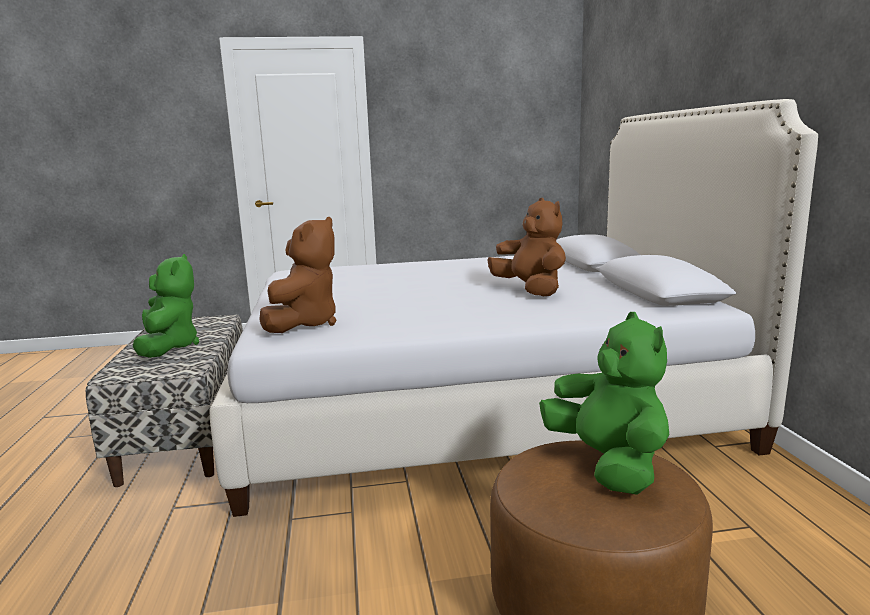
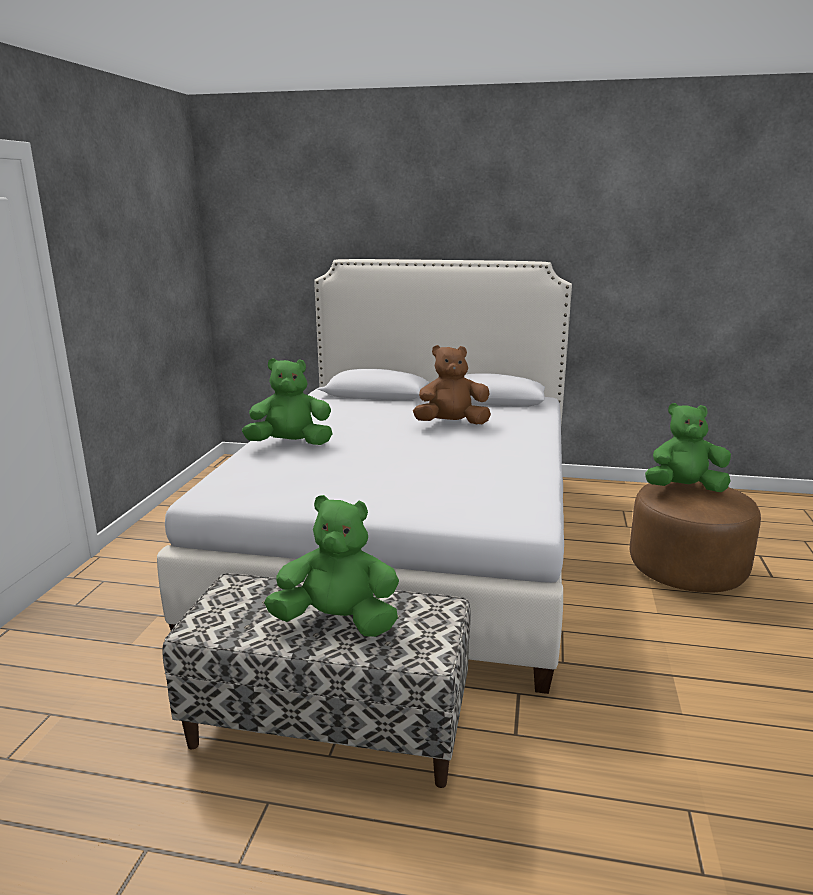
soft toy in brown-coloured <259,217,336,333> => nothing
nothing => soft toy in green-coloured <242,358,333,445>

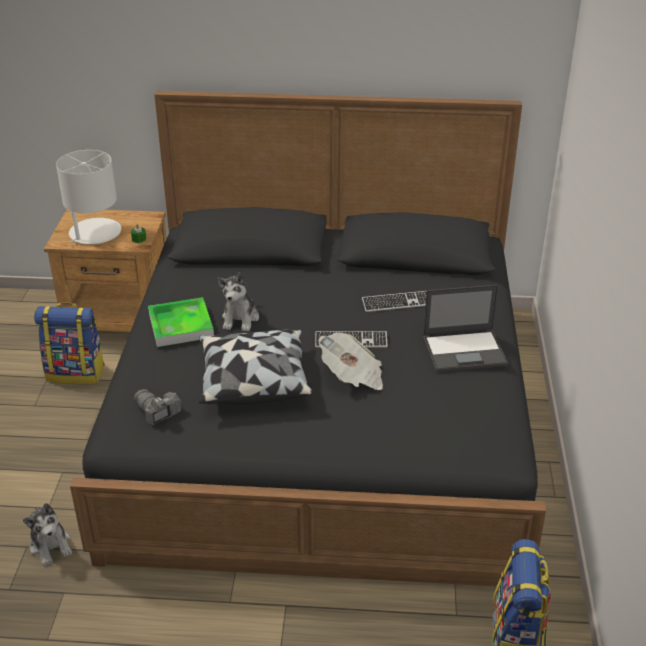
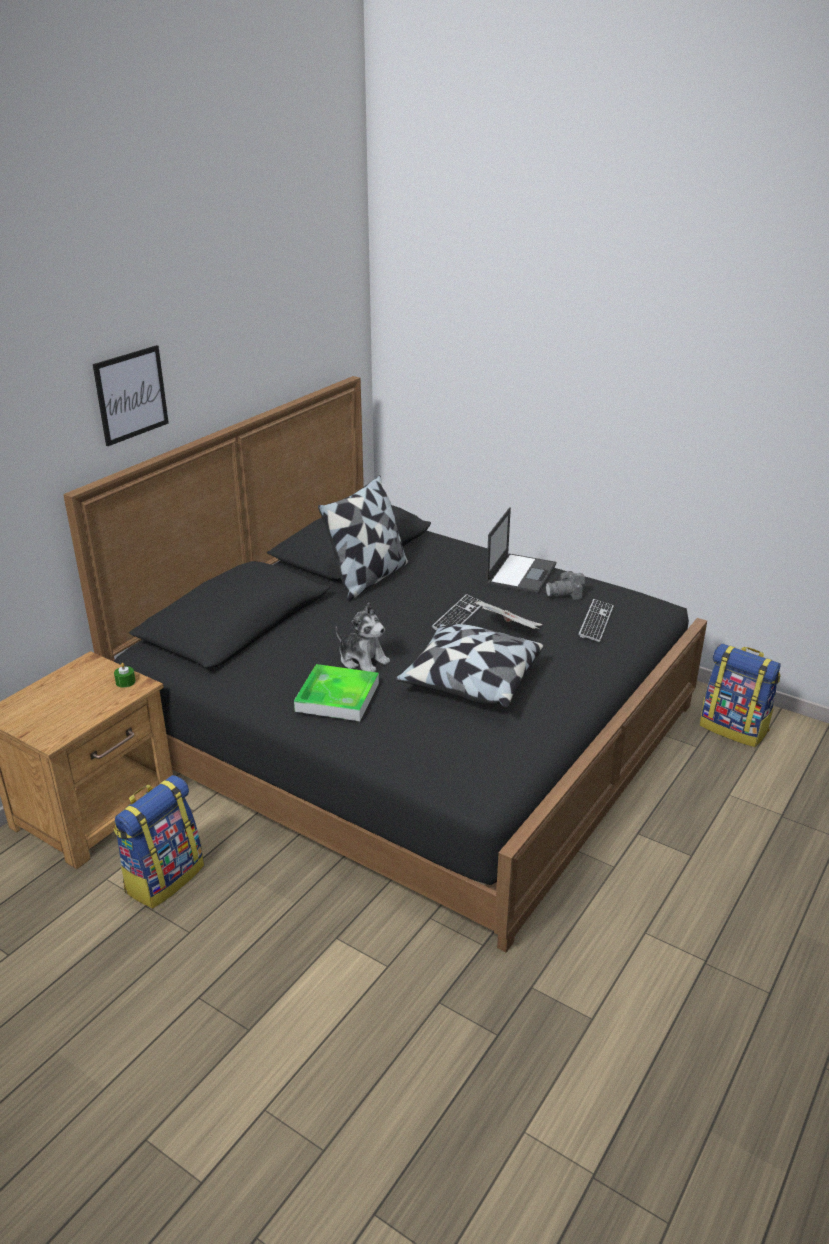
soft toy <23,503,72,566> => nothing
lamp for a table in whitish <56,150,121,244> => nothing
photo camera <134,389,181,425> => photo camera <546,571,585,599>, moved
PC keyboard <362,291,427,312> => PC keyboard <578,599,614,642>, moved
nothing => wall picture <93,345,169,446>
nothing => throw pillow <318,475,408,601>

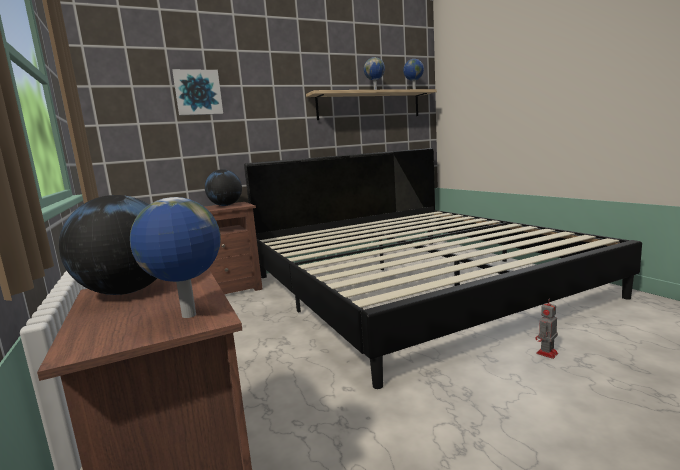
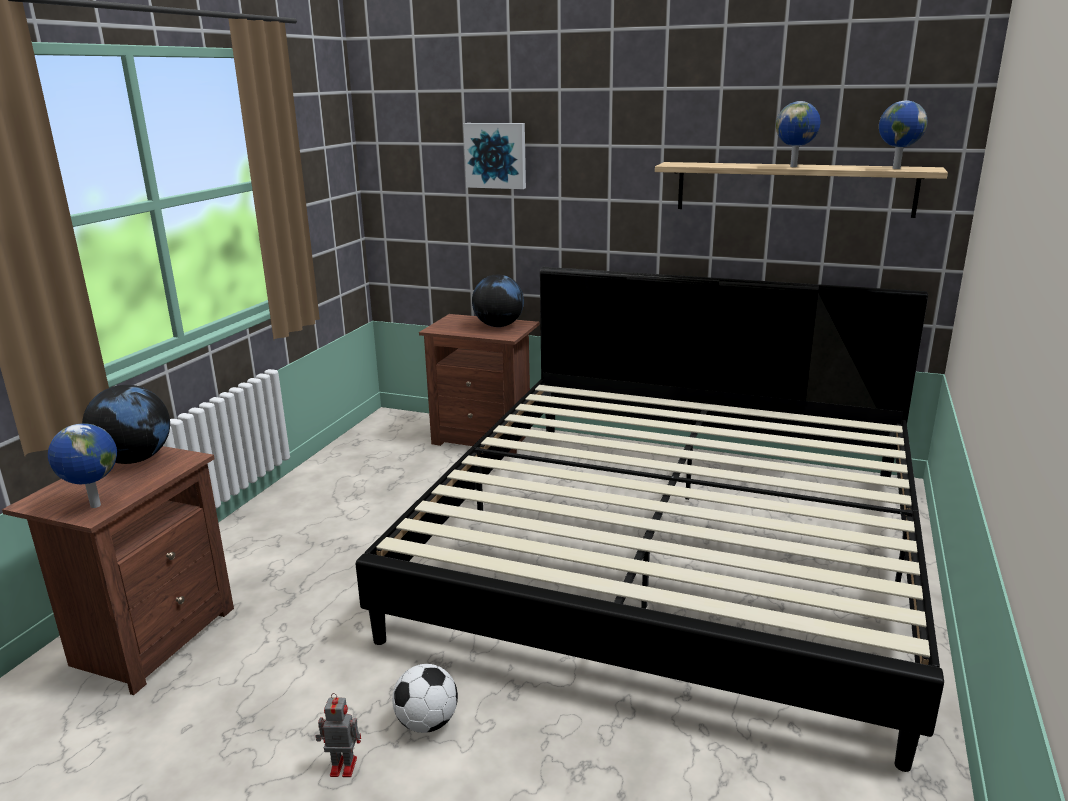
toy robot <536,298,558,359> => toy robot <315,693,361,777>, moved
nothing => ball for football <392,664,458,733>

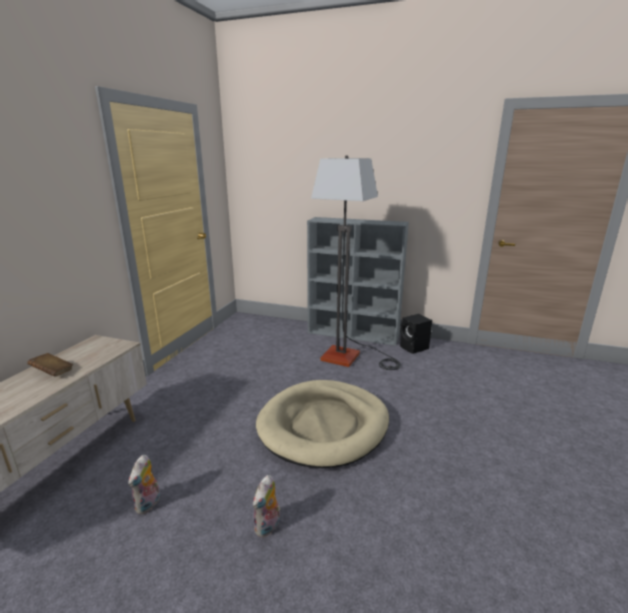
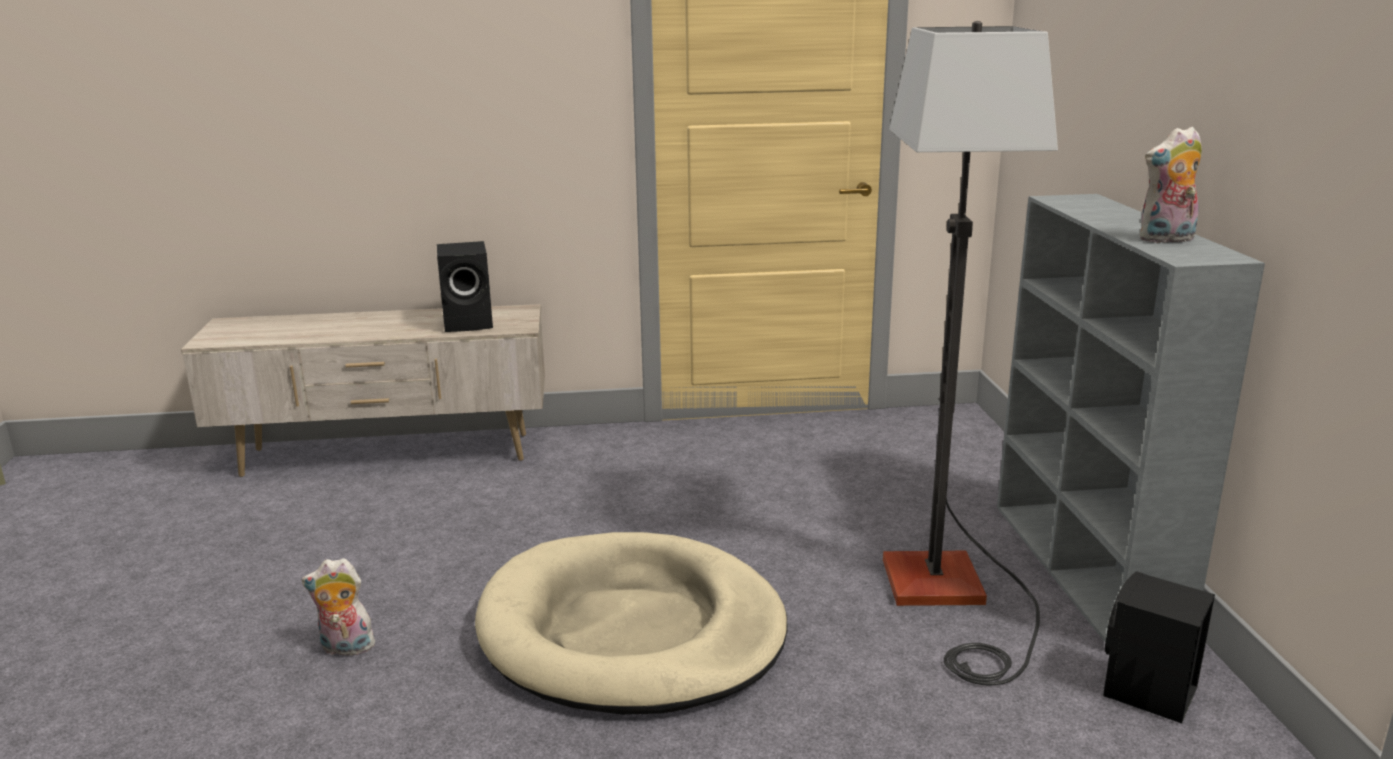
bound book in brown-coloured <27,353,73,377> => nothing
soft toy <128,455,160,514> => soft toy <1140,127,1202,243>, moved
nothing => audio speaker in black-coloured <437,241,493,332>

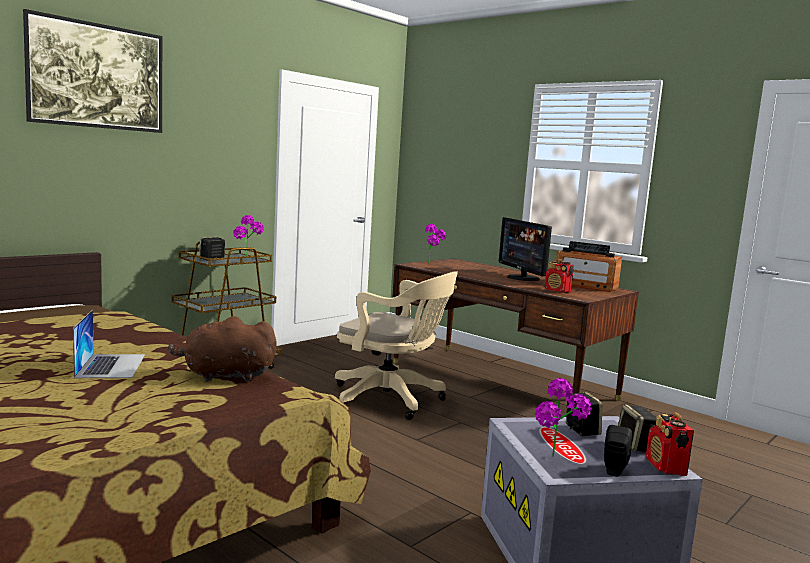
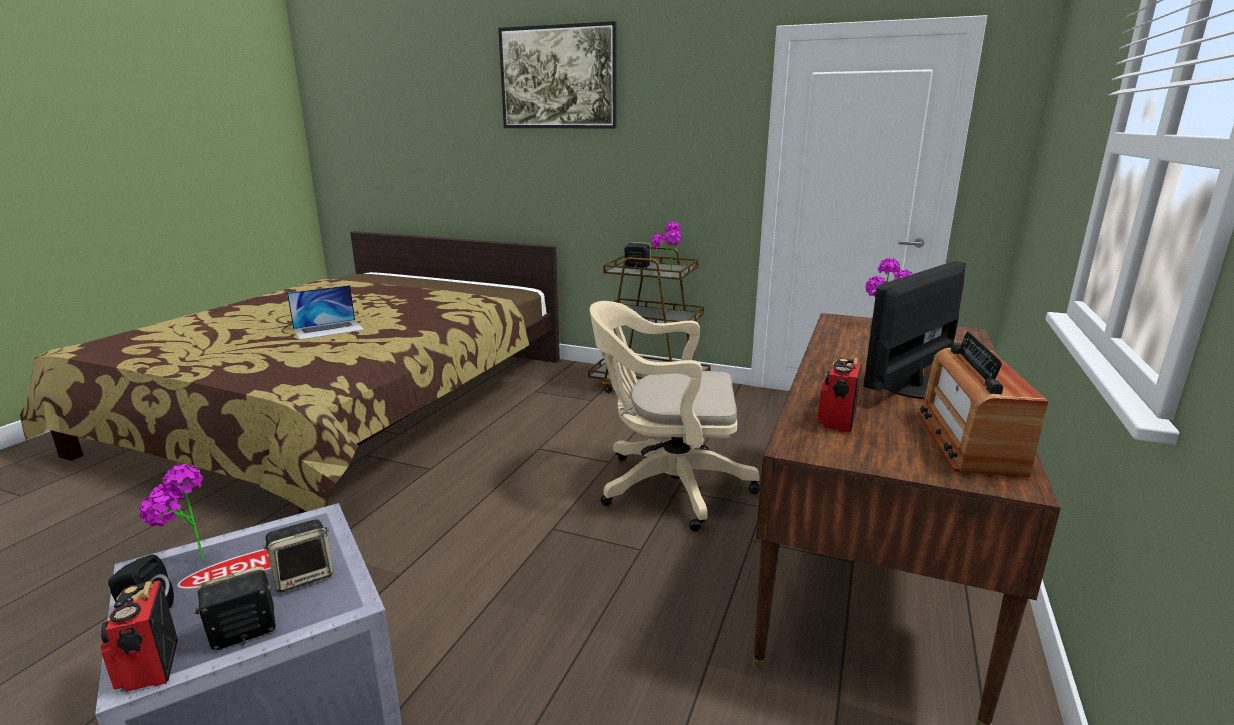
soft toy in brown-coloured <168,316,277,382> => nothing
computer chair in beige <335,271,458,420> => computer chair in beige <590,301,760,532>, 90 degrees clockwise
radio <646,412,694,476> => radio <100,580,178,692>, 90 degrees counterclockwise

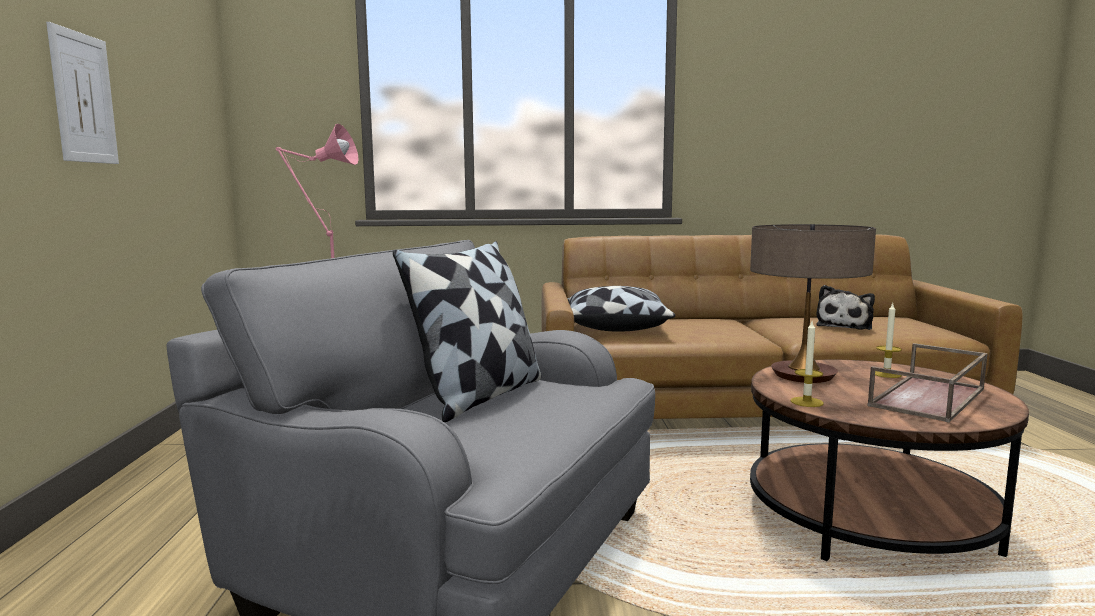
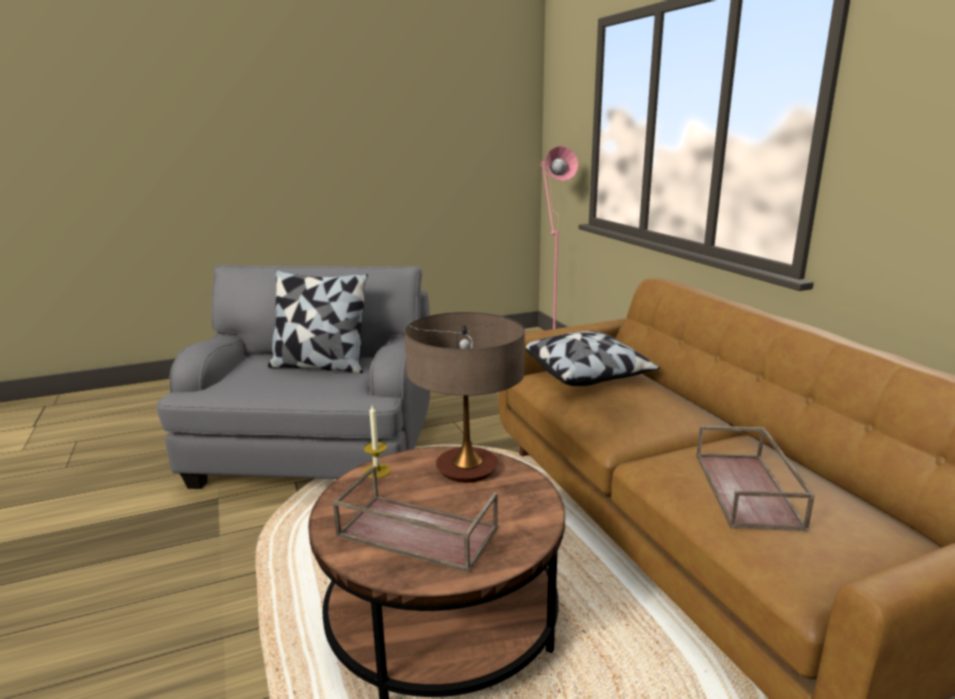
wall picture <46,22,119,164> => nothing
soft toy <816,285,875,330> => serving tray in brown-coloured <696,426,815,532>
candle <875,303,902,378> => nothing

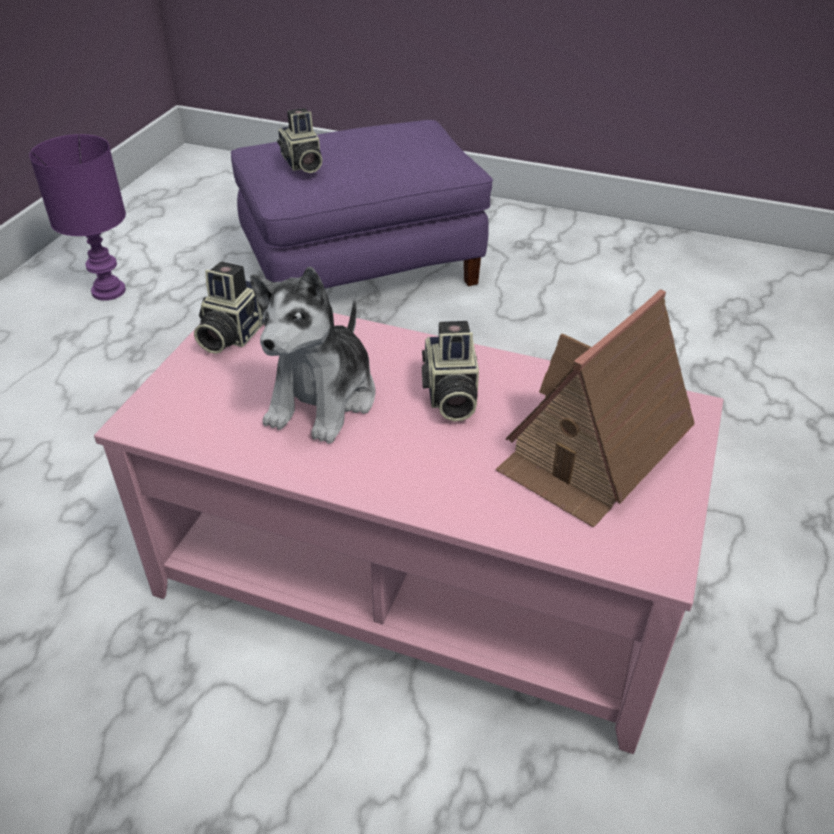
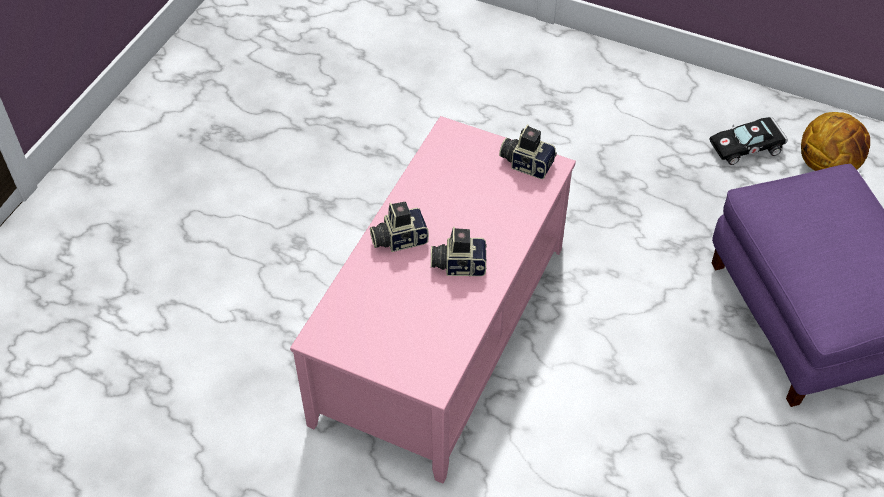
lamp for a table in purple <29,134,126,301> => toy car in black-coloured <709,117,788,165>
soft toy <250,267,376,444> => nothing
photo camera <277,108,323,173> => photo camera <370,202,429,252>, moved
model house <495,289,695,527> => nothing
nothing => basketball ball <801,112,870,171>

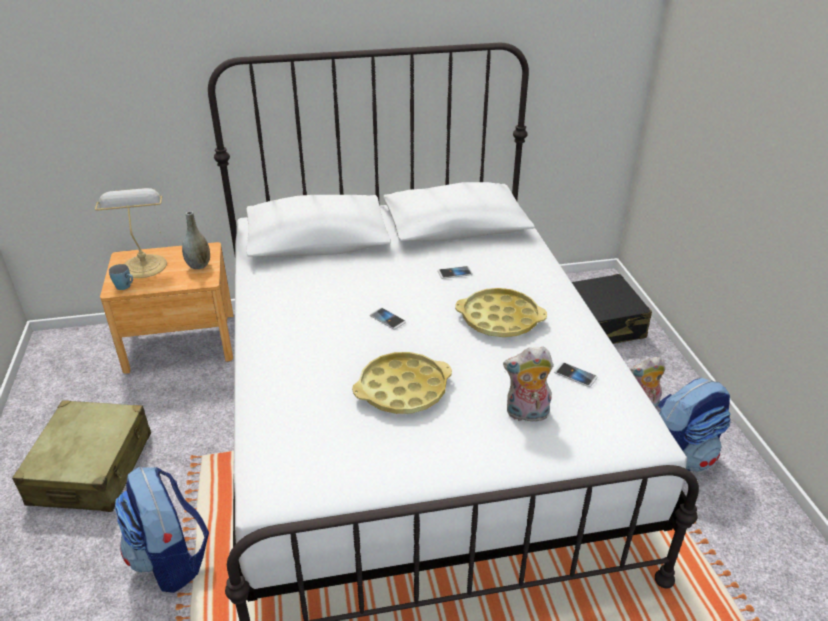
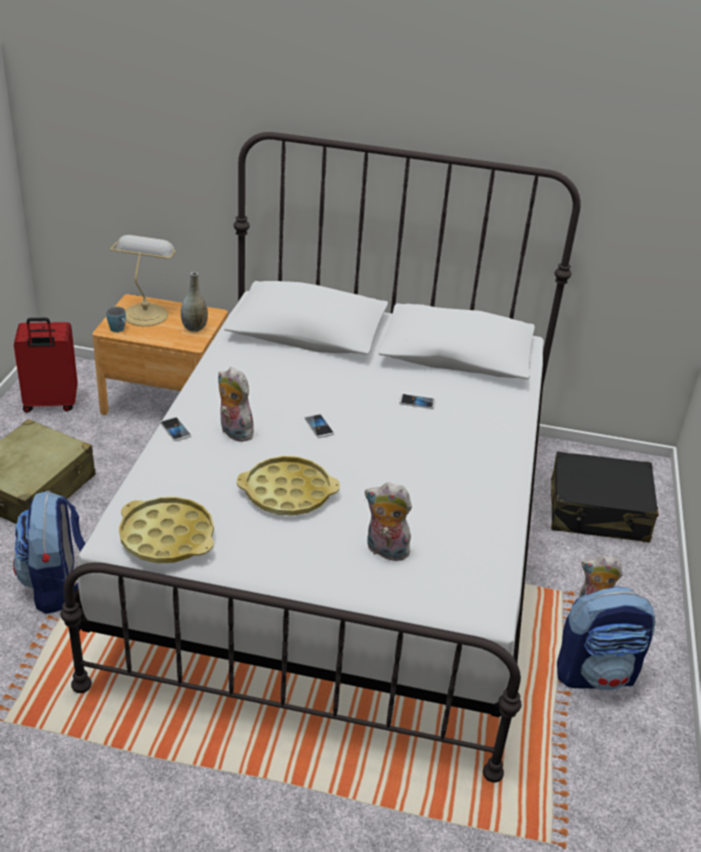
serving tray in yellow-coloured <455,288,547,337> => serving tray in yellow-coloured <119,497,214,563>, moved
phone <554,362,598,387> => phone <160,417,191,441>, moved
nothing => suitcase in red-coloured <14,318,78,413>
nothing => soft toy <218,367,256,442>

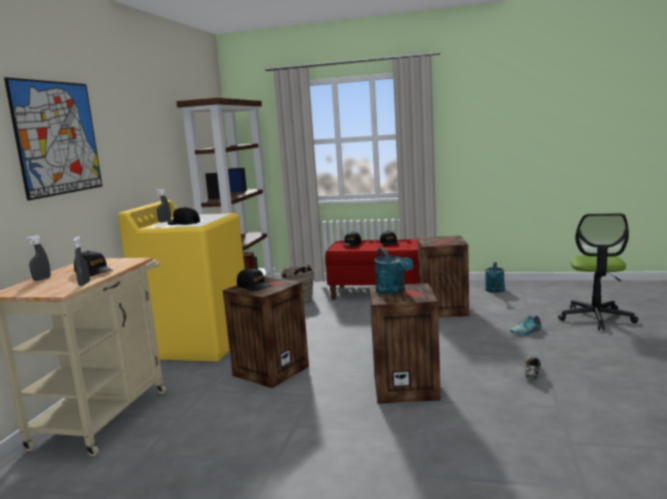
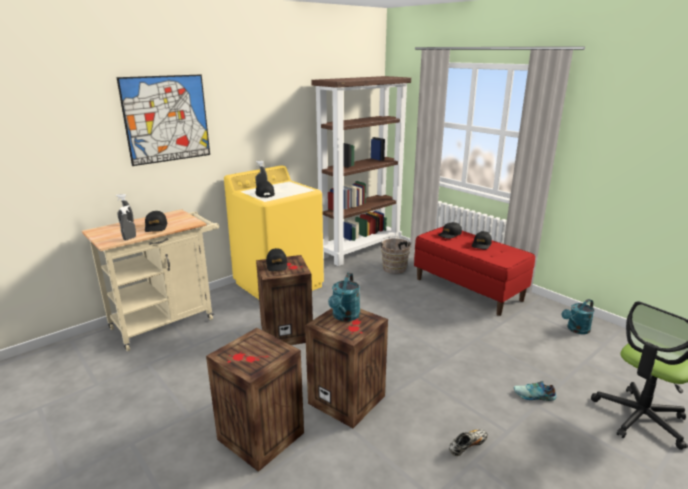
packing crate <418,235,469,318> => packing crate <206,328,304,472>, moved

